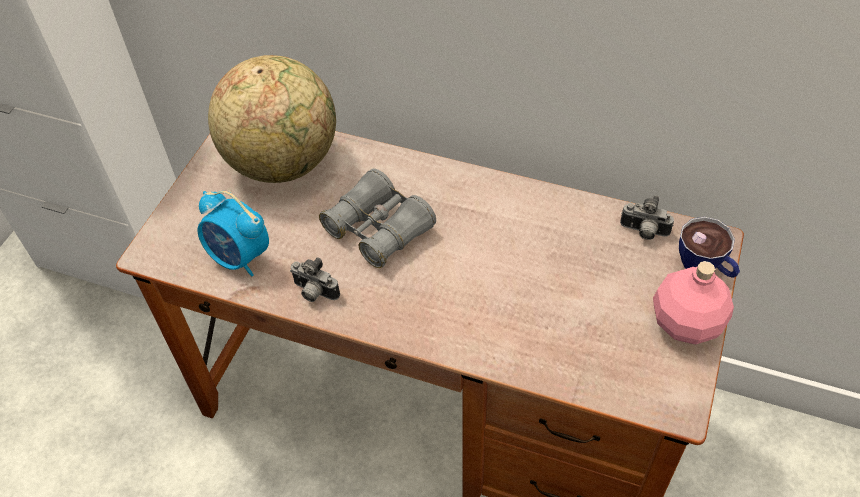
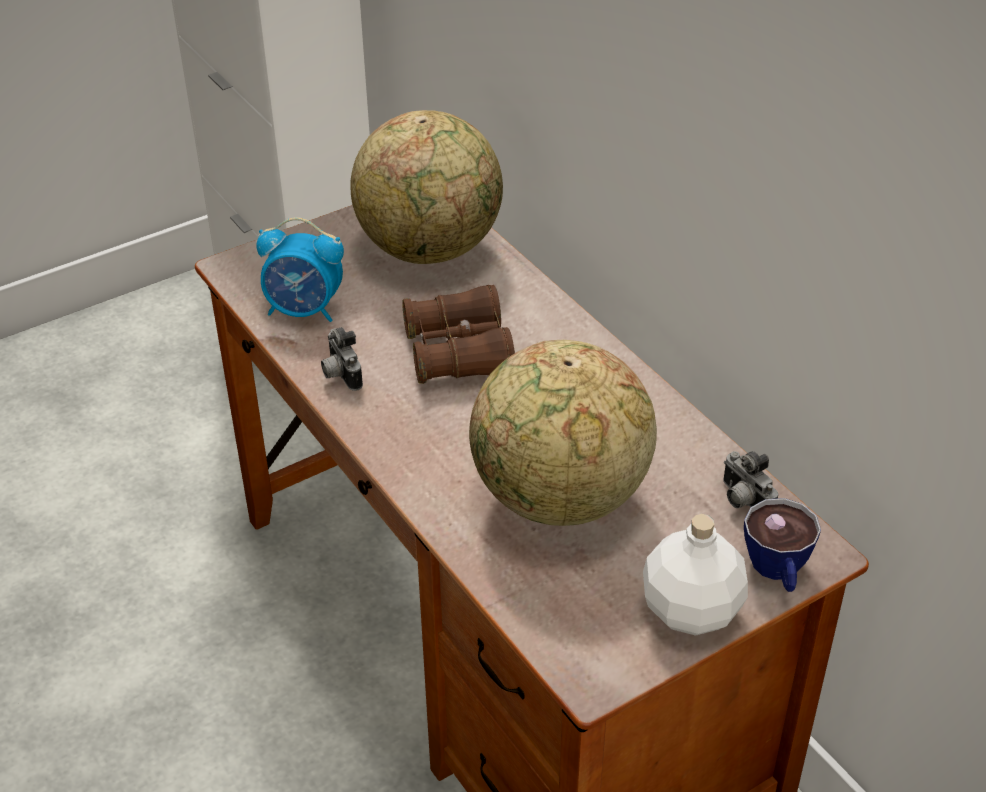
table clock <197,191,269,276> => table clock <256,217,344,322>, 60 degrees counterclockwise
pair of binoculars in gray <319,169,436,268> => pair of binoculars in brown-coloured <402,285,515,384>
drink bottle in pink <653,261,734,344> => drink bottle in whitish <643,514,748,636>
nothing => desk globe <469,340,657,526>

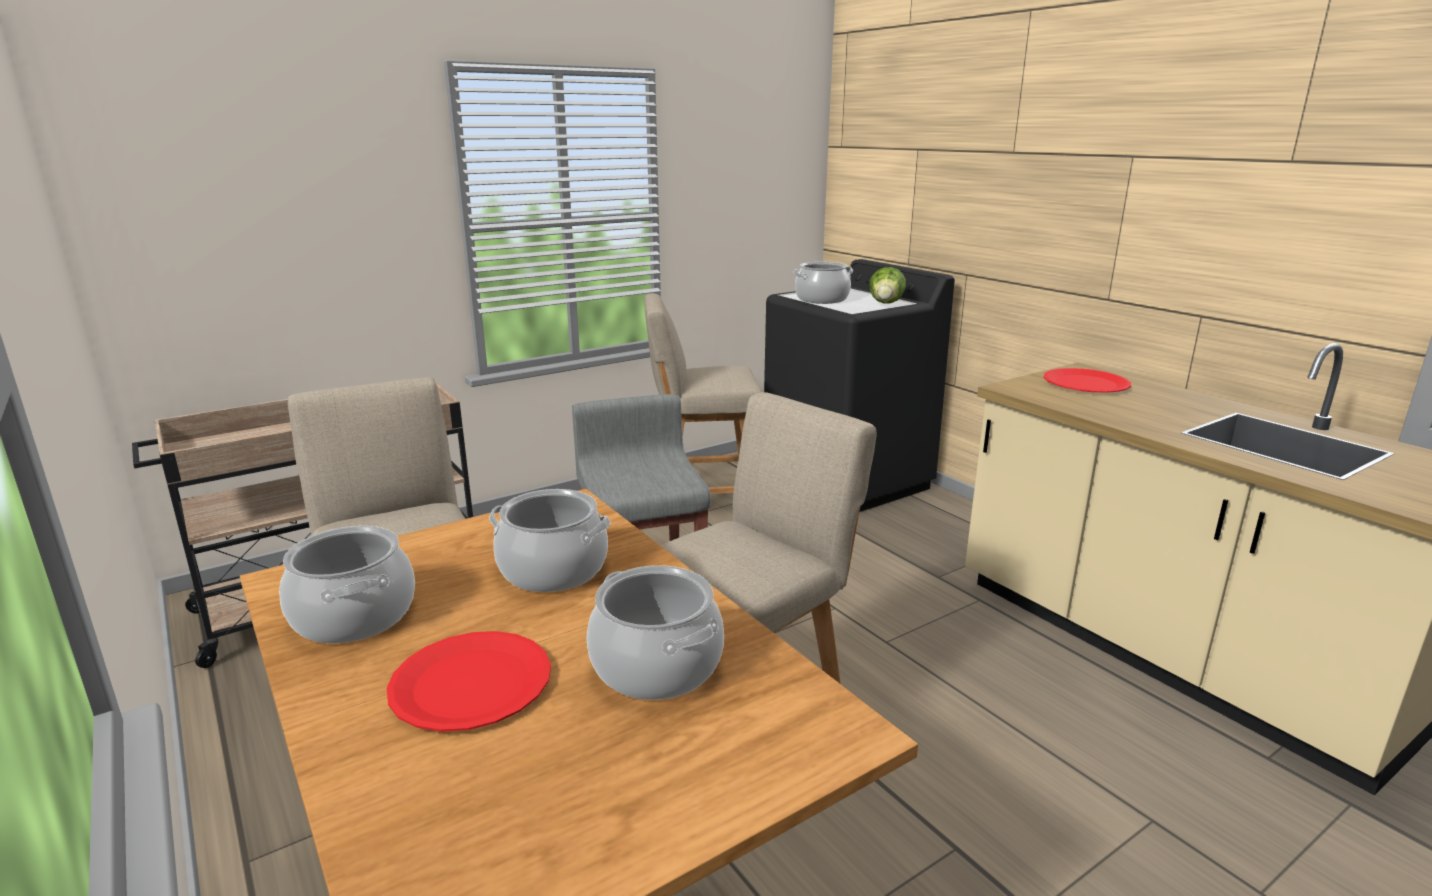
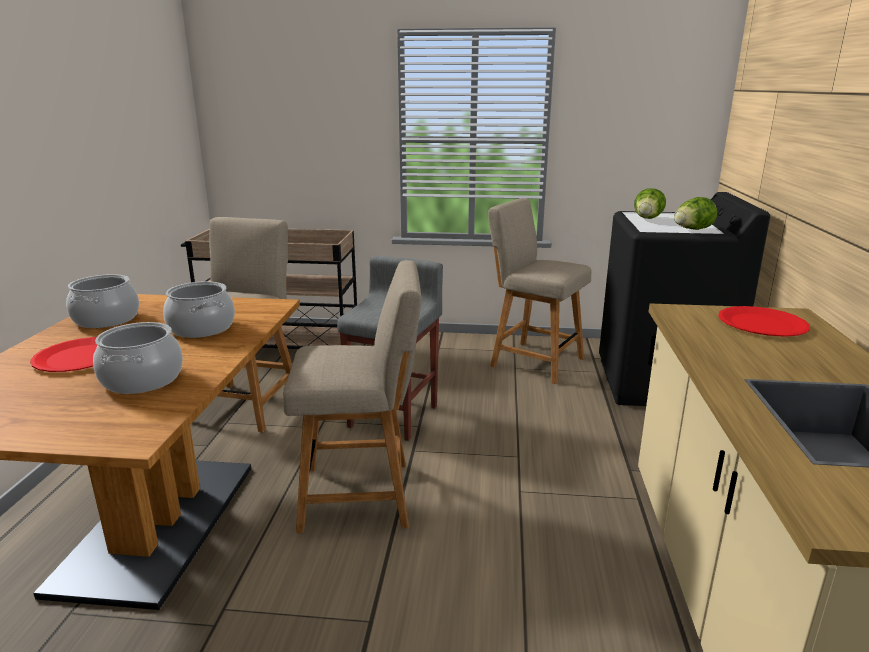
stockpot <793,262,853,304> => lettuce <634,188,666,219>

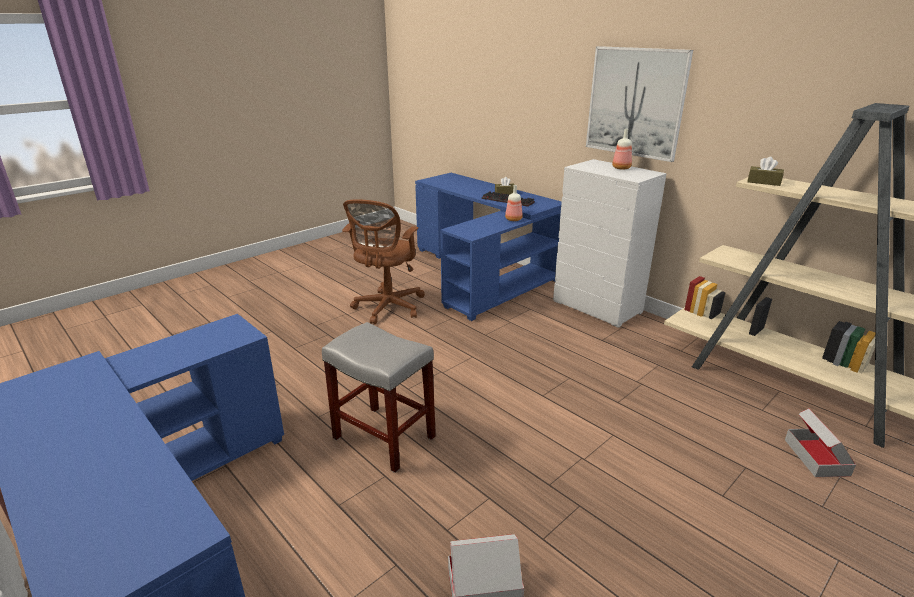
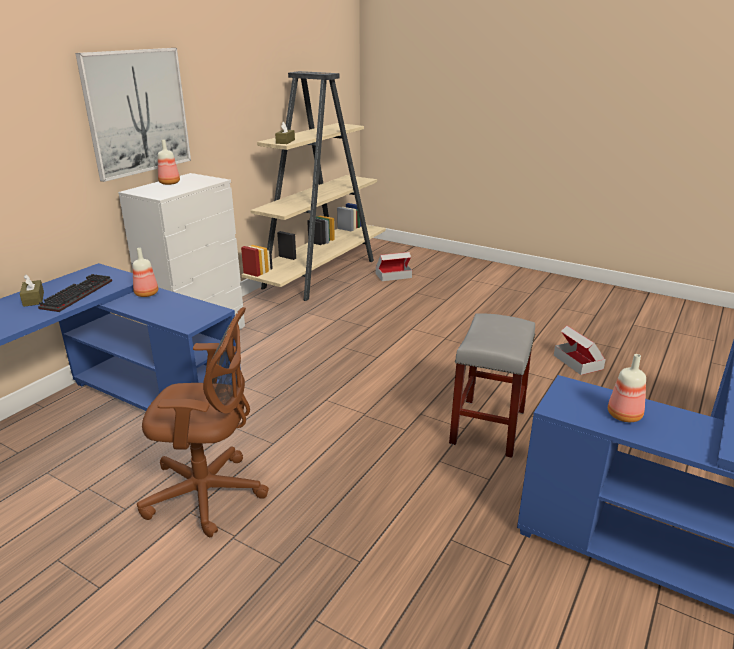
nothing => drink bottle <608,354,646,422>

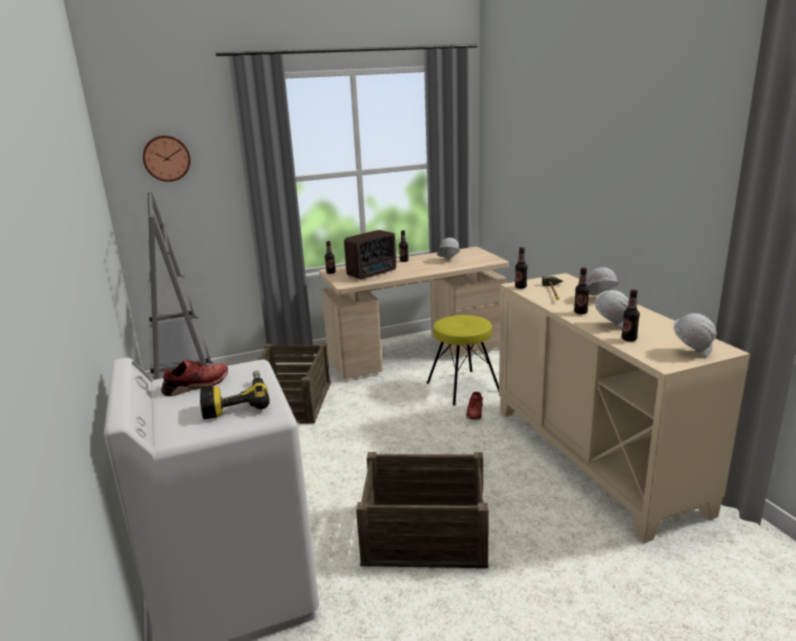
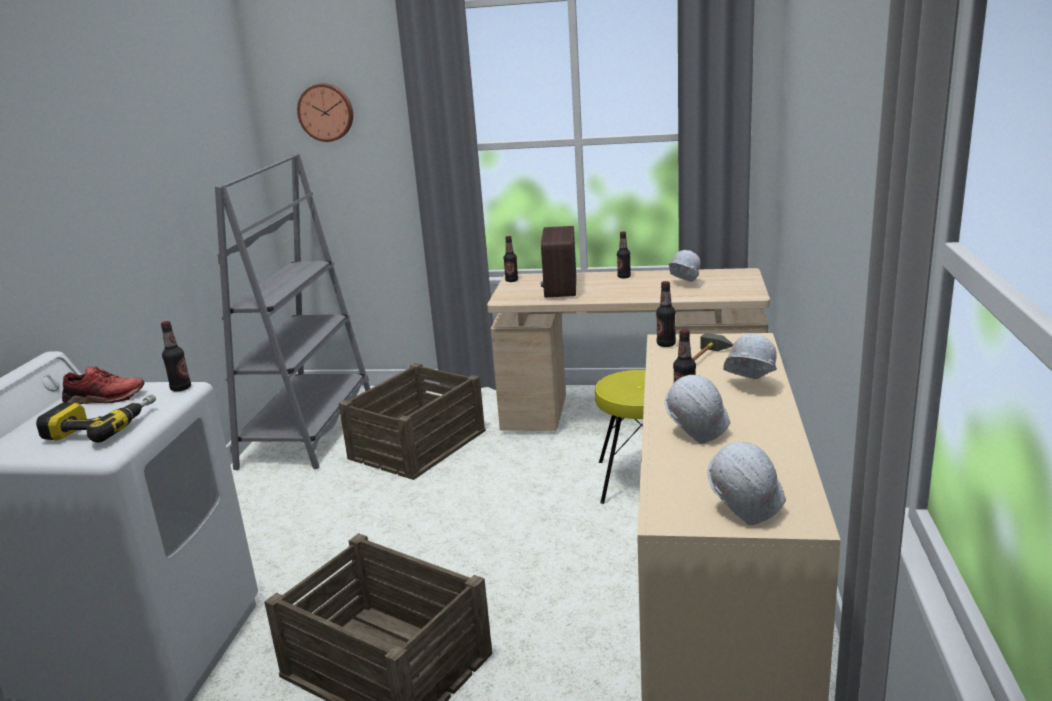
radio <344,230,396,279> => radio <541,226,576,298>, 105 degrees clockwise
low shoe in red-coloured <466,392,483,420> => nothing
drink bottle <621,289,640,341> => drink bottle <161,321,191,392>, moved

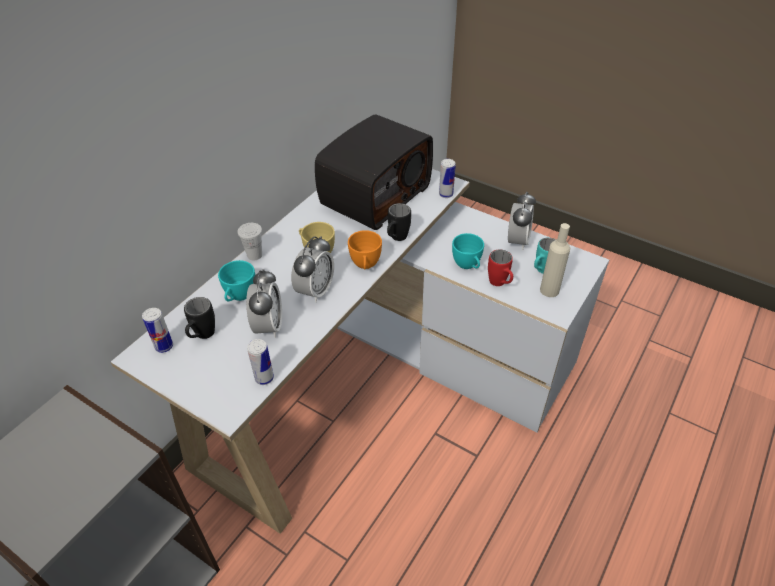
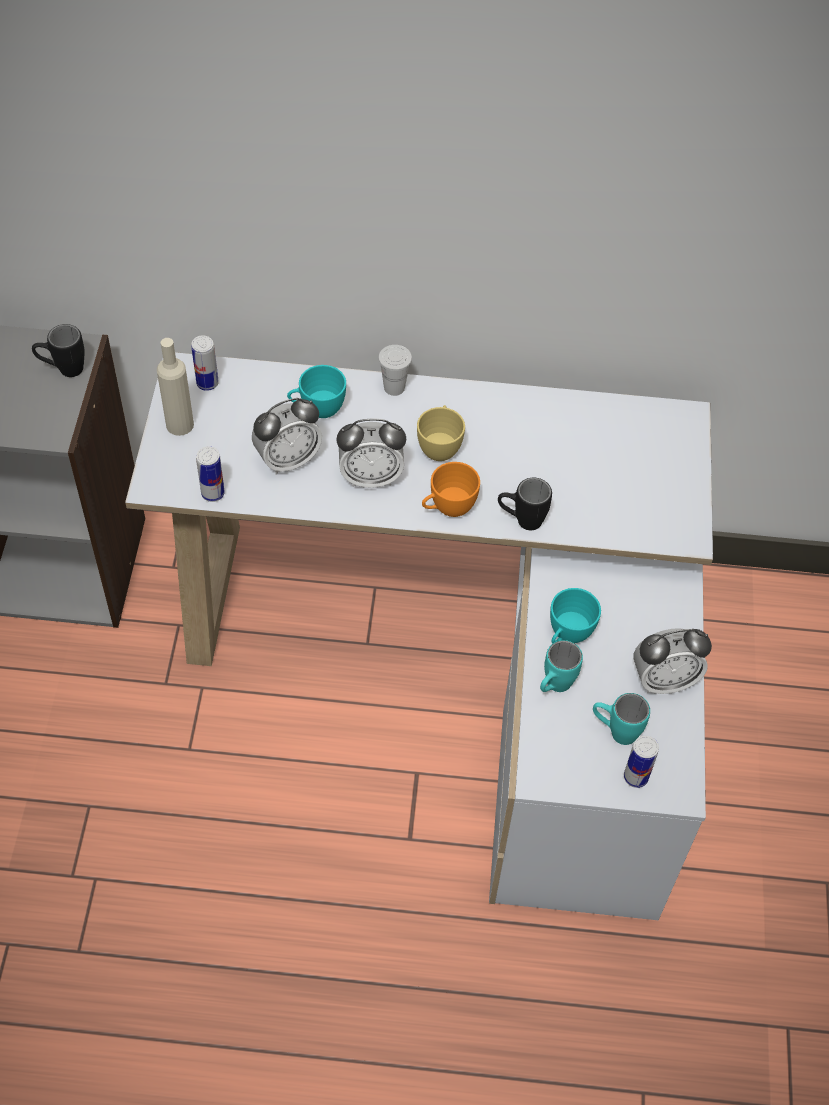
coffee mug in black-coloured <184,297,215,339> => coffee mug in black-coloured <32,324,84,377>, moved
radio <315,114,433,230> => nothing
can <439,159,456,198> => can <624,736,659,788>, moved
coffee mug in red-coloured <488,249,513,286> => coffee mug in turquoise <540,640,583,692>
drink bottle in beige <540,223,570,297> => drink bottle in beige <157,338,194,436>, moved

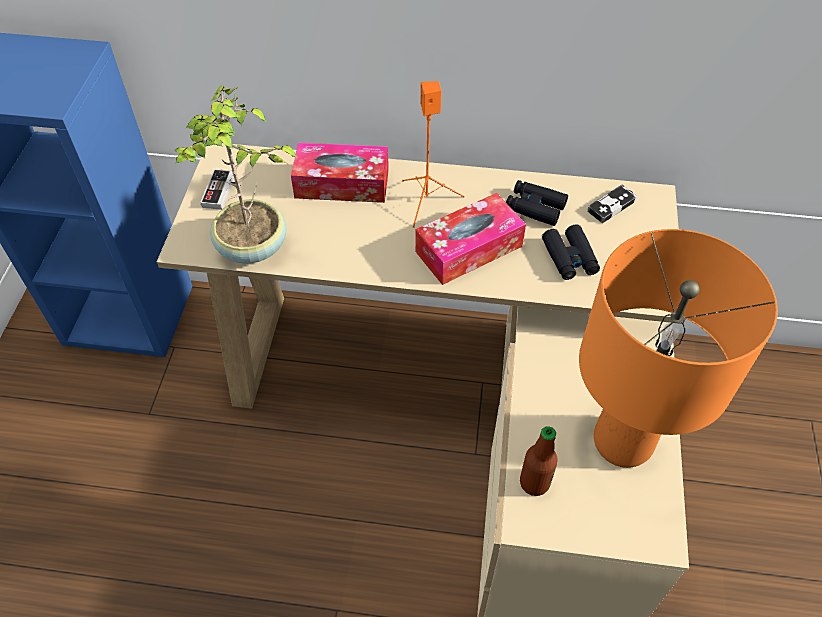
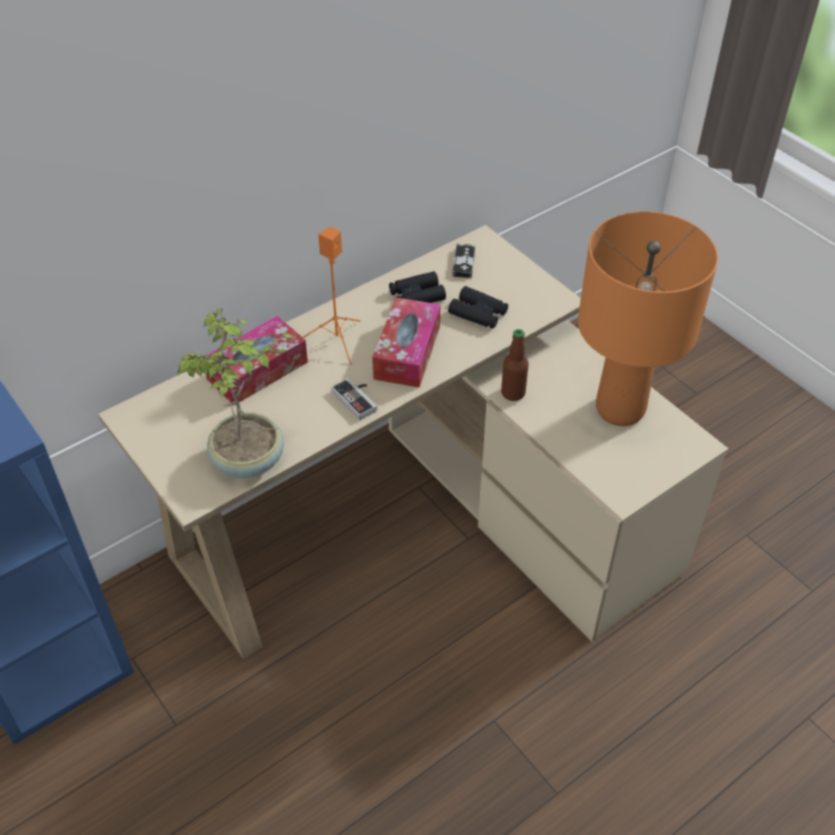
joypad <200,169,241,210> => joypad <331,378,377,420>, moved
drink bottle <520,426,558,496> => drink bottle <501,329,529,401>, moved

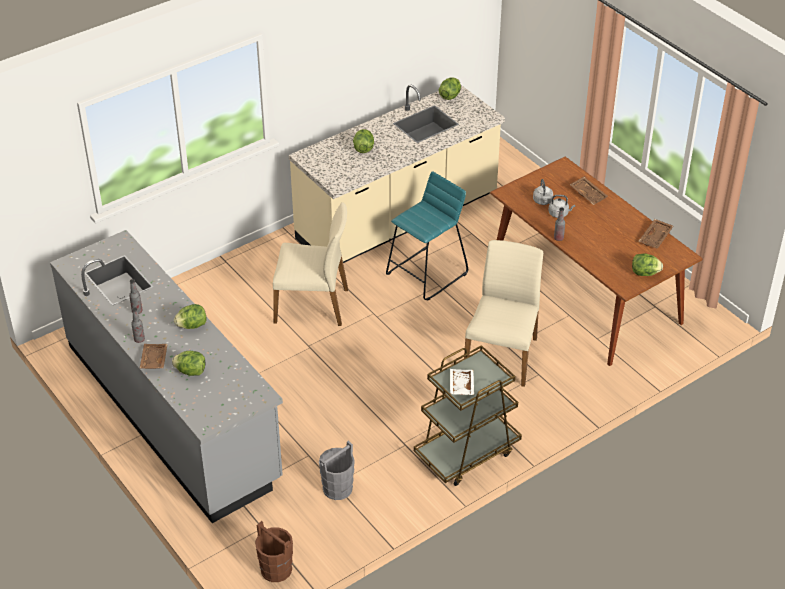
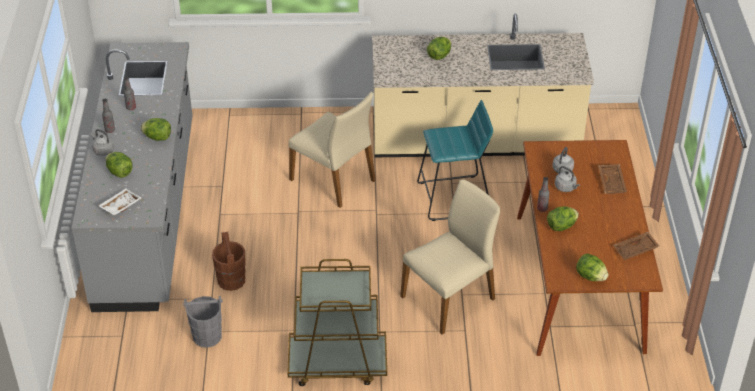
serving tray in brown-coloured <139,344,168,369> => water kettle in gray <90,129,114,156>
bucket in brown-coloured <255,521,293,582> => bucket in brown-coloured <212,232,246,291>, moved
lettuce <439,77,461,100> => lettuce <547,206,579,231>, moved
serving tray in whitish <450,369,474,395> => serving tray in whitish <98,188,142,215>, moved

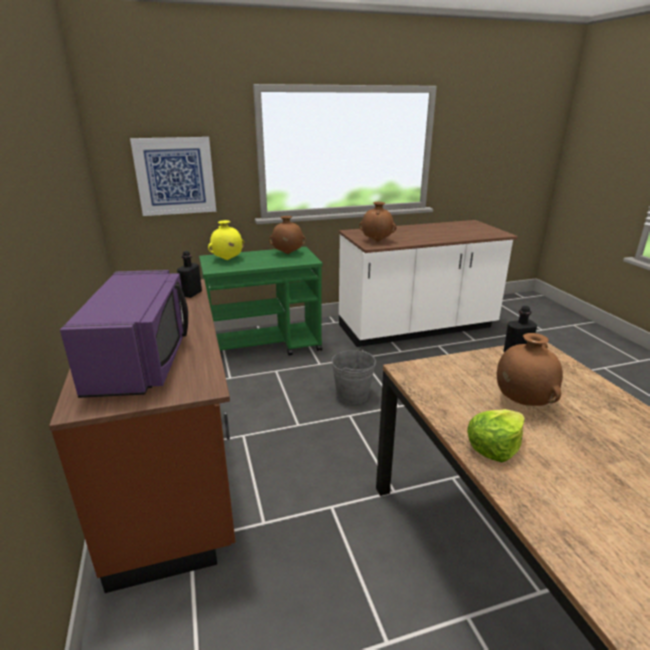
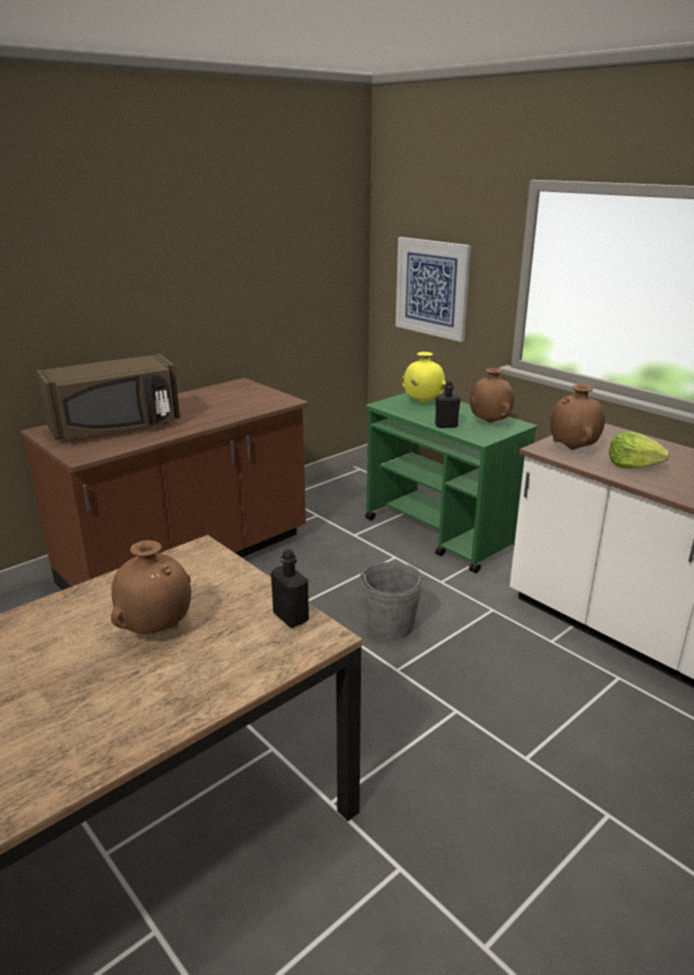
microwave oven in purple <60,270,188,398> => microwave oven in brown-coloured <37,354,180,440>
drink bottle in black-coloured <177,251,202,298> => drink bottle in black-coloured <435,381,461,428>, moved
lettuce <468,409,525,463> => lettuce <609,431,670,469>, moved

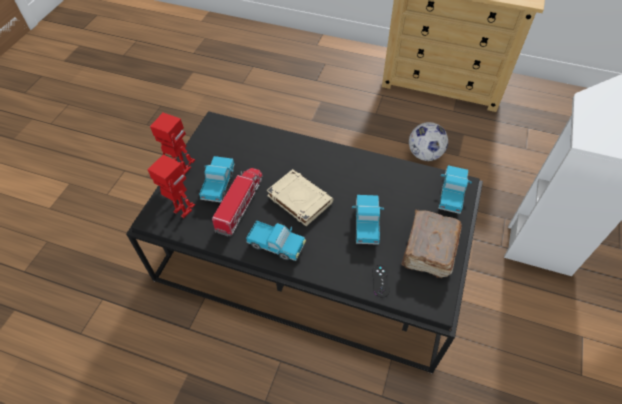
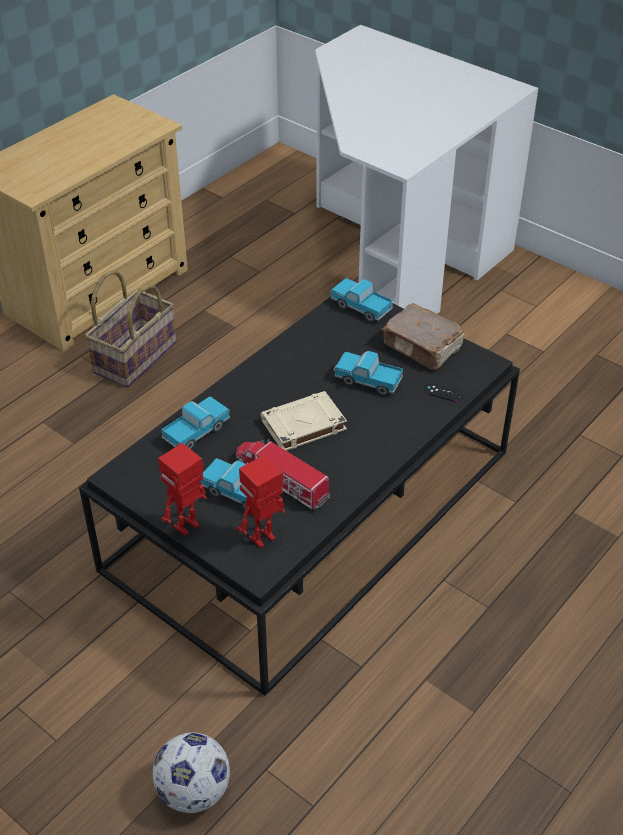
model truck <246,220,306,261> => model truck <161,397,230,449>, moved
ball for football <409,122,448,161> => ball for football <153,732,230,813>, moved
nothing => household basket <85,270,177,388>

